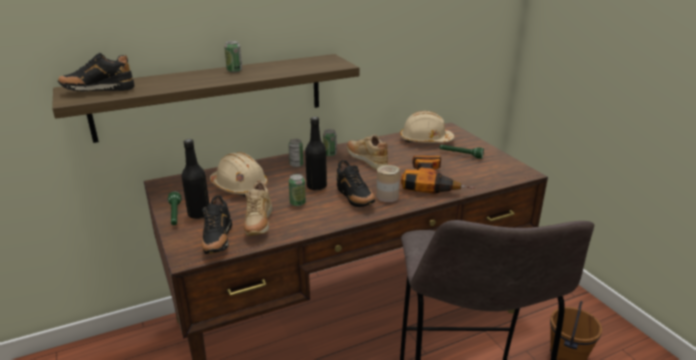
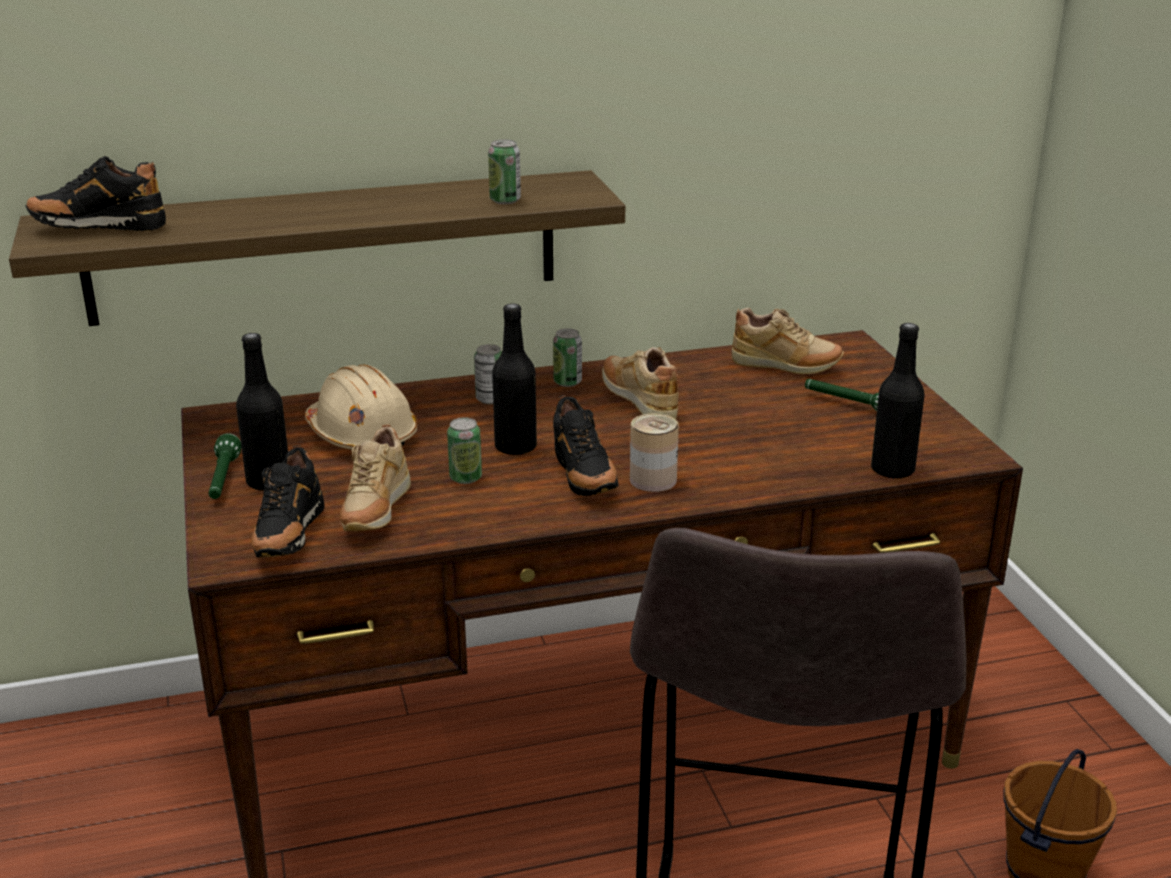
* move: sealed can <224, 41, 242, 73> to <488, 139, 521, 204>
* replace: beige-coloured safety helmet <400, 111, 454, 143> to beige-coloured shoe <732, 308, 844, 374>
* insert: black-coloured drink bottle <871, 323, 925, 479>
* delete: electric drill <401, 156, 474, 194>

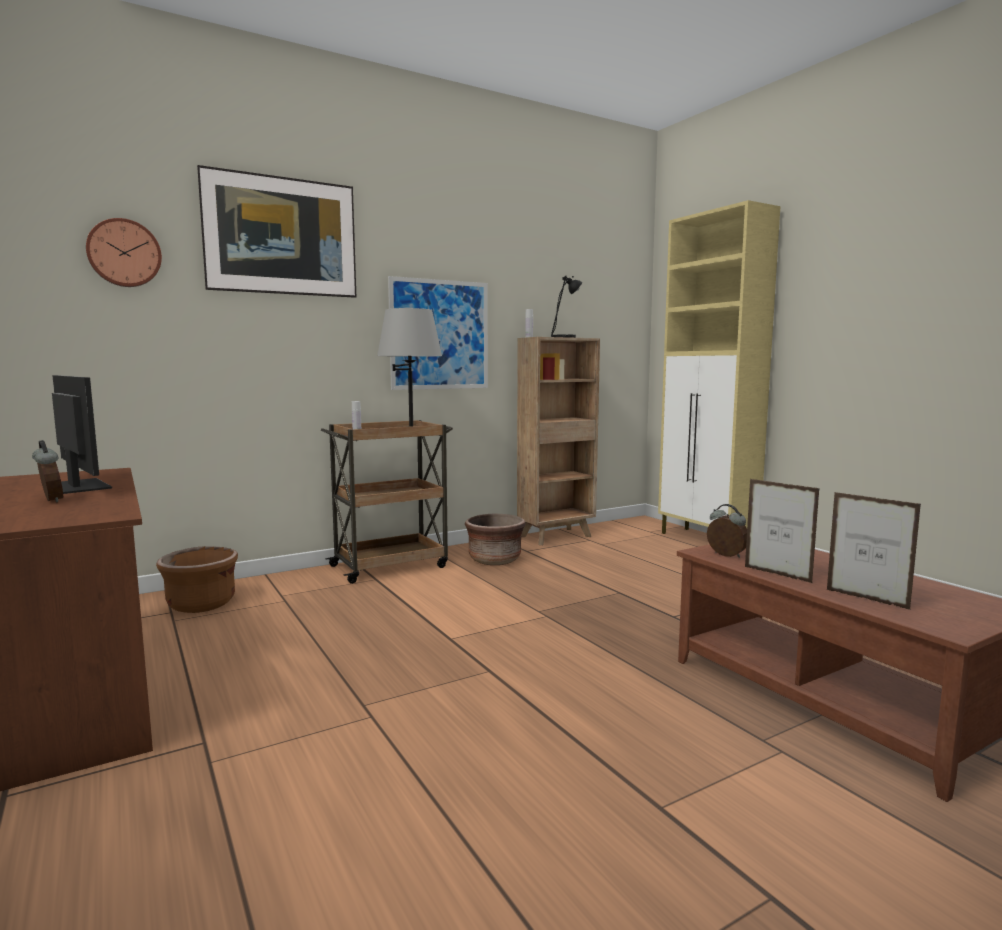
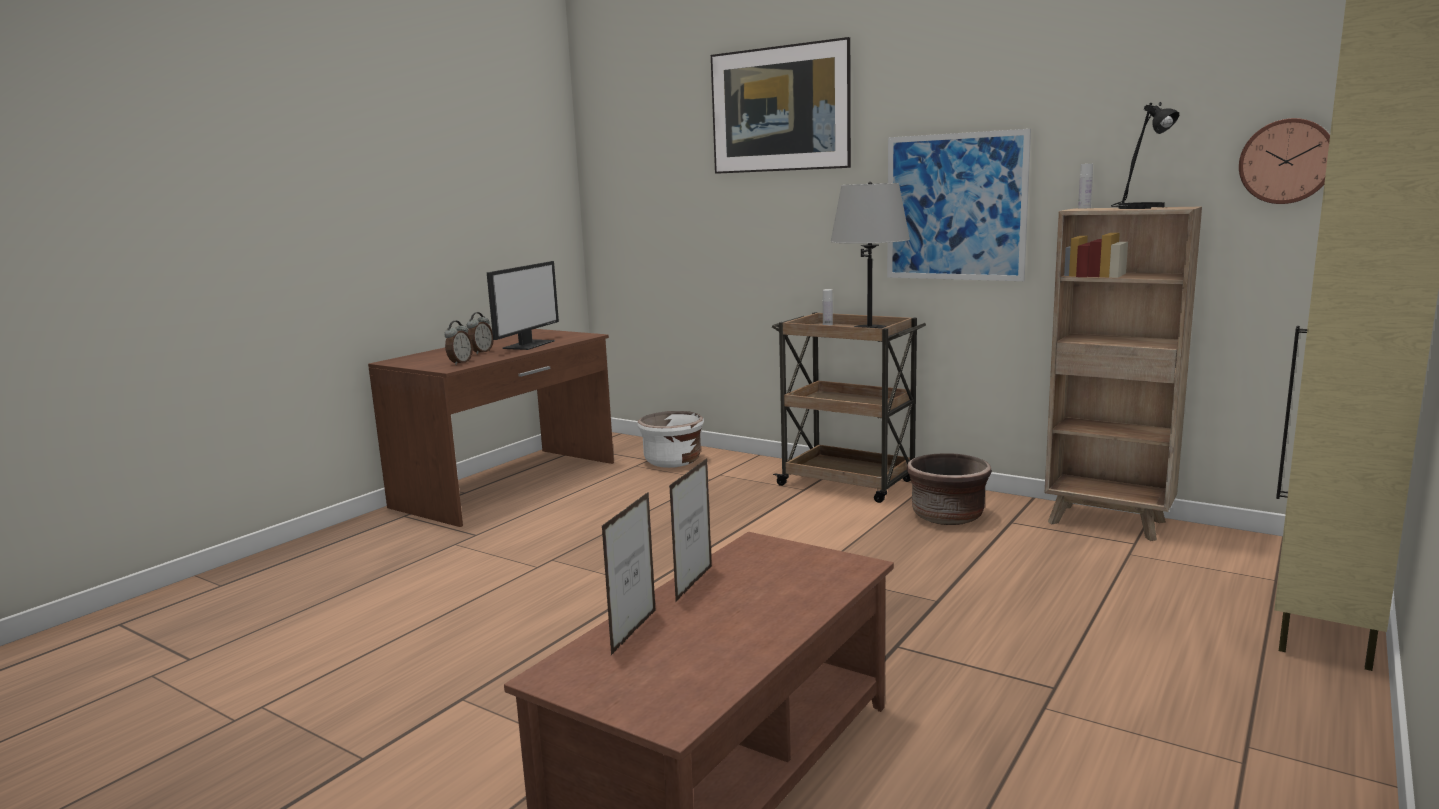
* move: alarm clock <707, 504, 747, 558> to <444, 321, 473, 365>
* recolor: brownish planter <156, 546, 238, 613> to white-coloured planter <637, 411, 704, 468>
* move: hanging clock <86, 218, 162, 287> to <1239, 118, 1330, 204>

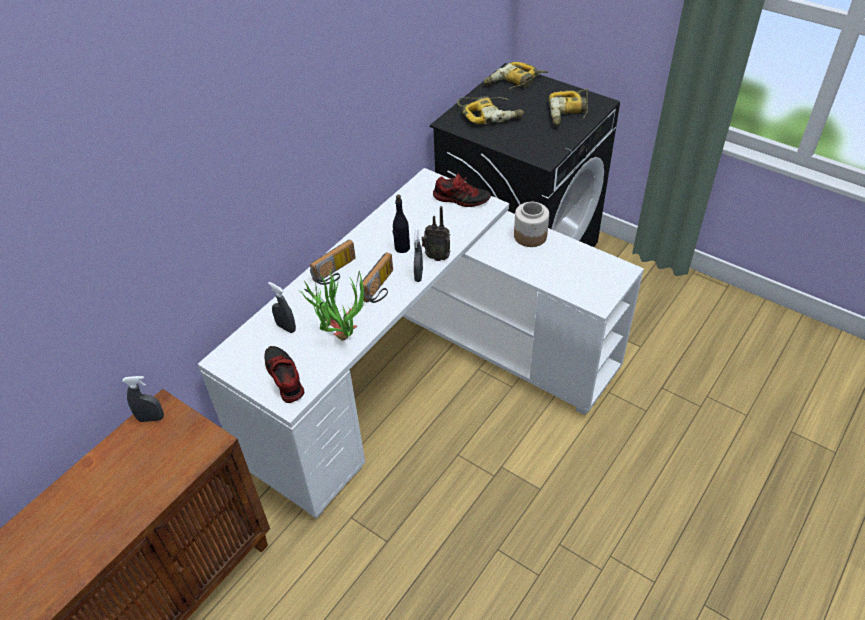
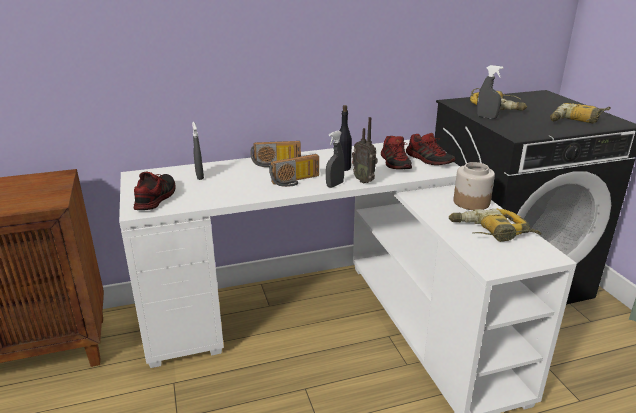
* insert: shoe <381, 136, 412, 169>
* move: electric drill <484, 62, 548, 89> to <449, 208, 542, 242>
* move: greyish sprayer <122, 376, 164, 422> to <477, 65, 503, 119>
* delete: houseplant <298, 270, 367, 340>

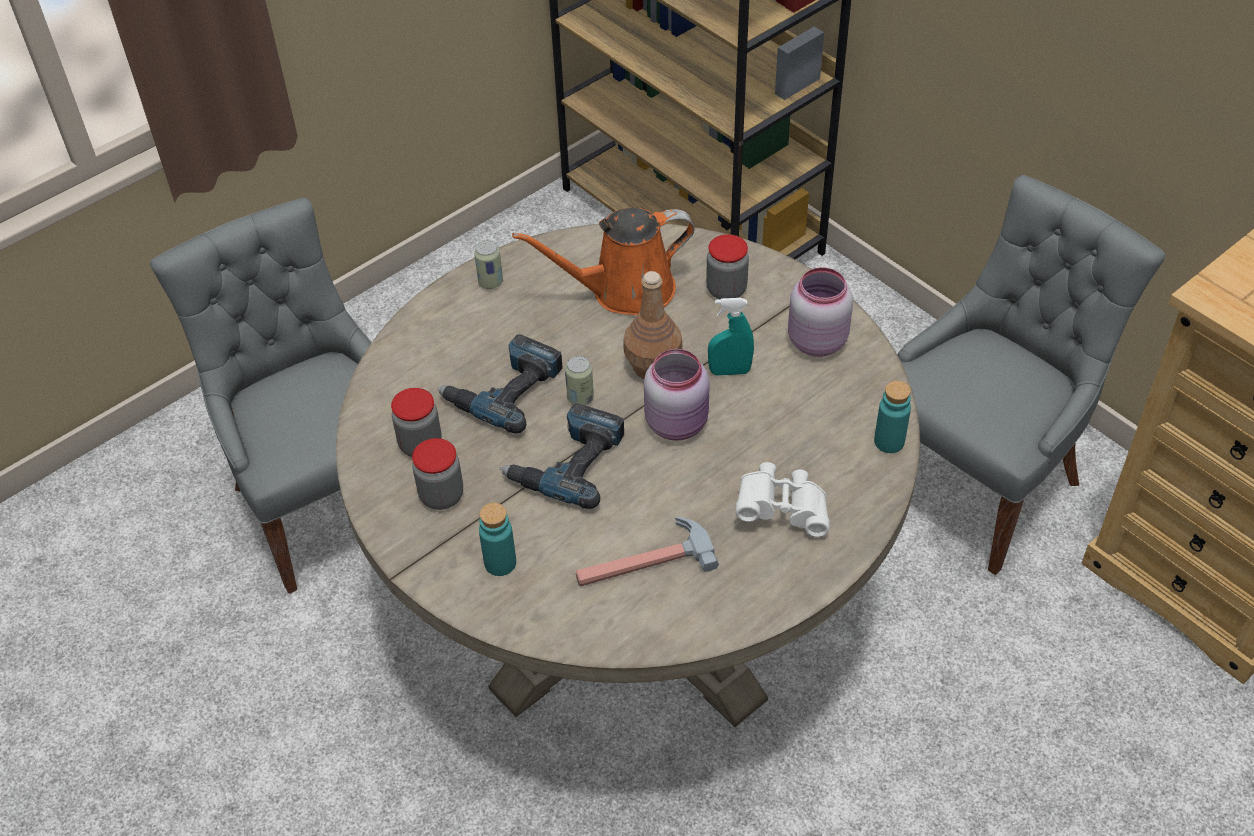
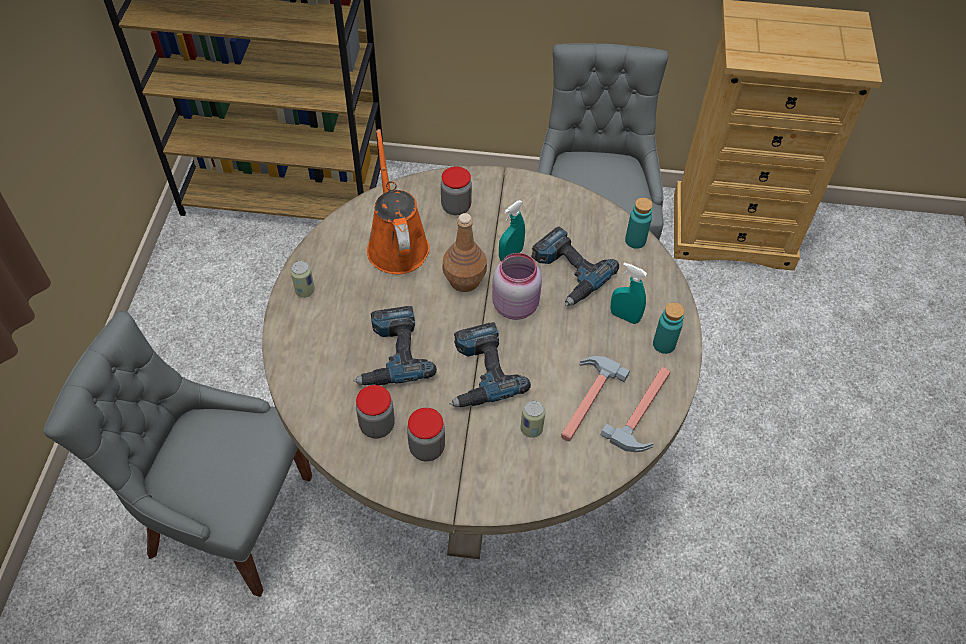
* rotate: orange watering can <512, 208, 695, 315> = <367, 129, 430, 274> 135 degrees clockwise
* move: sealed can <565, 356, 594, 406> to <521, 401, 545, 438>
* insert: electric drill <531, 226, 619, 306>
* insert: hammer <600, 367, 670, 452>
* replace: white-coloured pair of binoculars <736, 462, 830, 537> to turquoise-coloured sprayer <611, 262, 647, 324>
* move: turquoise-coloured drink bottle <479, 503, 516, 576> to <653, 302, 684, 354>
* delete: pink-coloured preserve jar <788, 267, 853, 357>

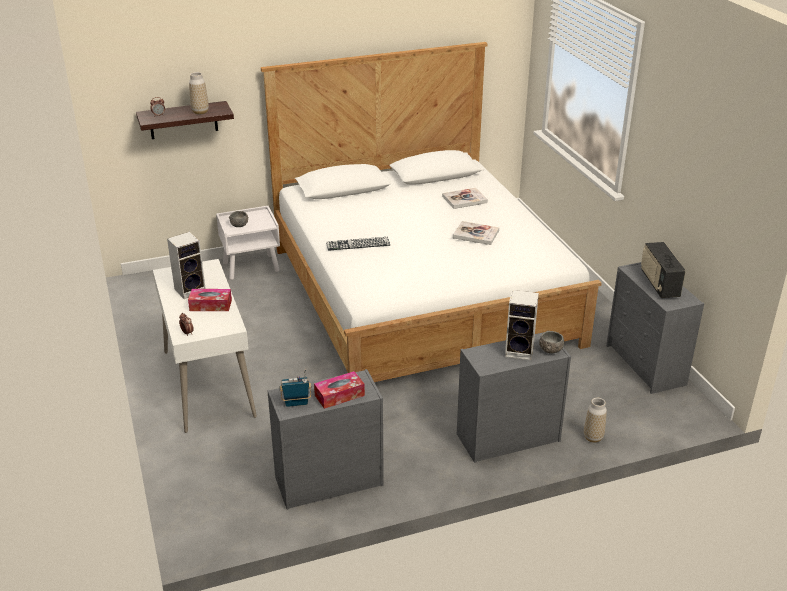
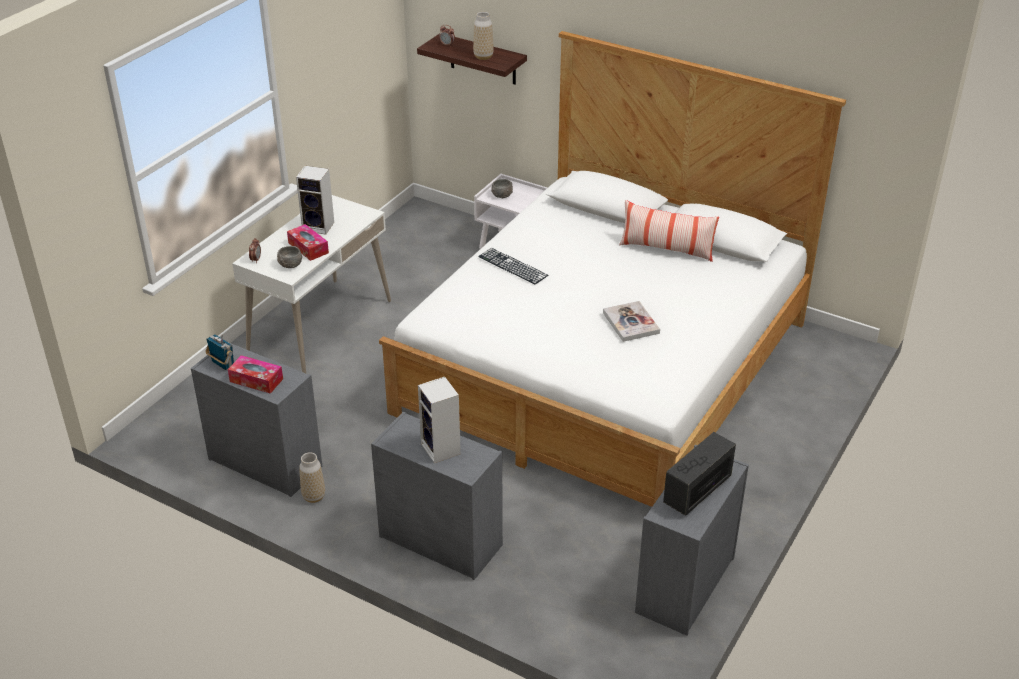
* move: greyish serving bowl <539, 331, 564, 354> to <277, 246, 302, 268>
* move: vase <584, 398, 607, 443> to <299, 452, 325, 503>
* insert: pillow <619, 200, 719, 262>
* delete: book <442, 188, 488, 209>

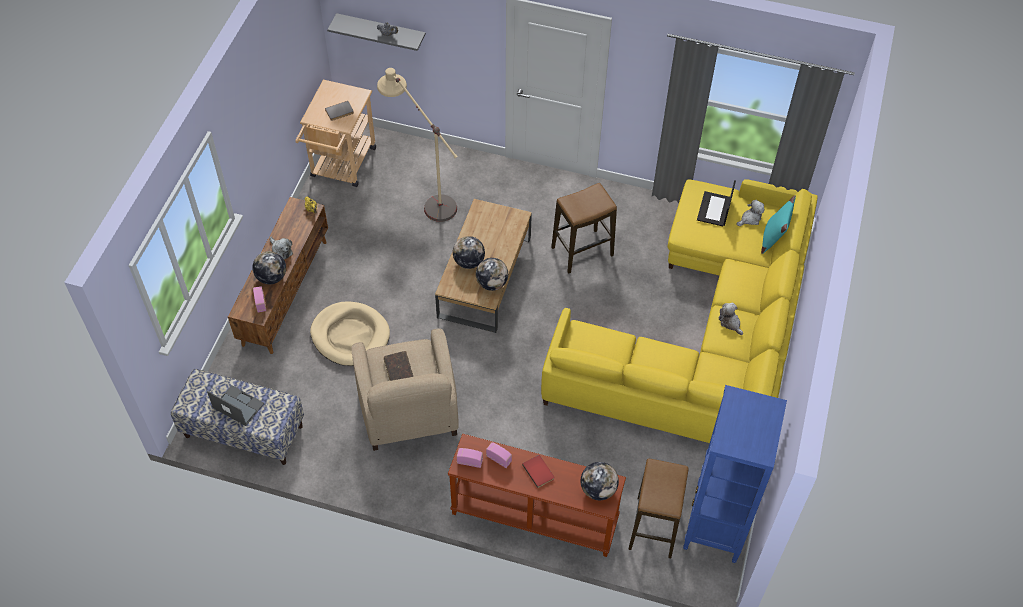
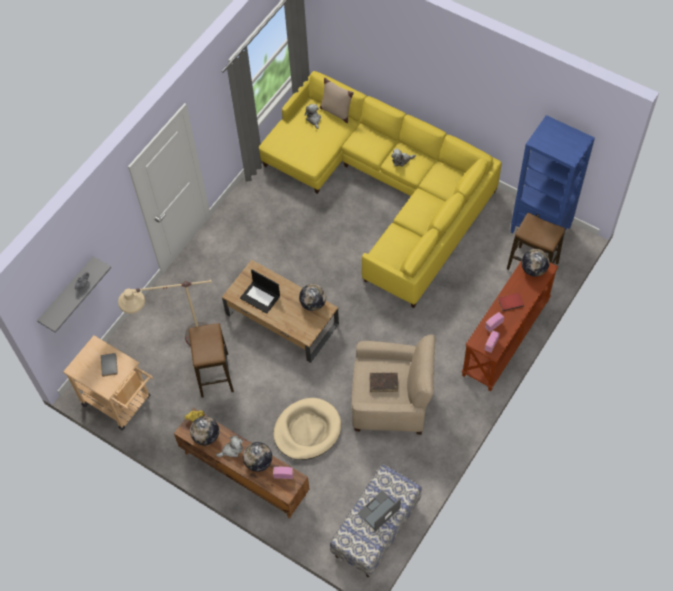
* move: sitting stool <551, 183, 617, 274> to <189, 323, 234, 397>
* move: desk globe <453, 236, 485, 269> to <190, 416, 219, 445>
* move: notebook computer <697, 180, 736, 226> to <240, 269, 280, 314>
* recolor: turquoise-coloured pillow <761, 195, 796, 254> to beige-coloured pillow <320, 77, 354, 123>

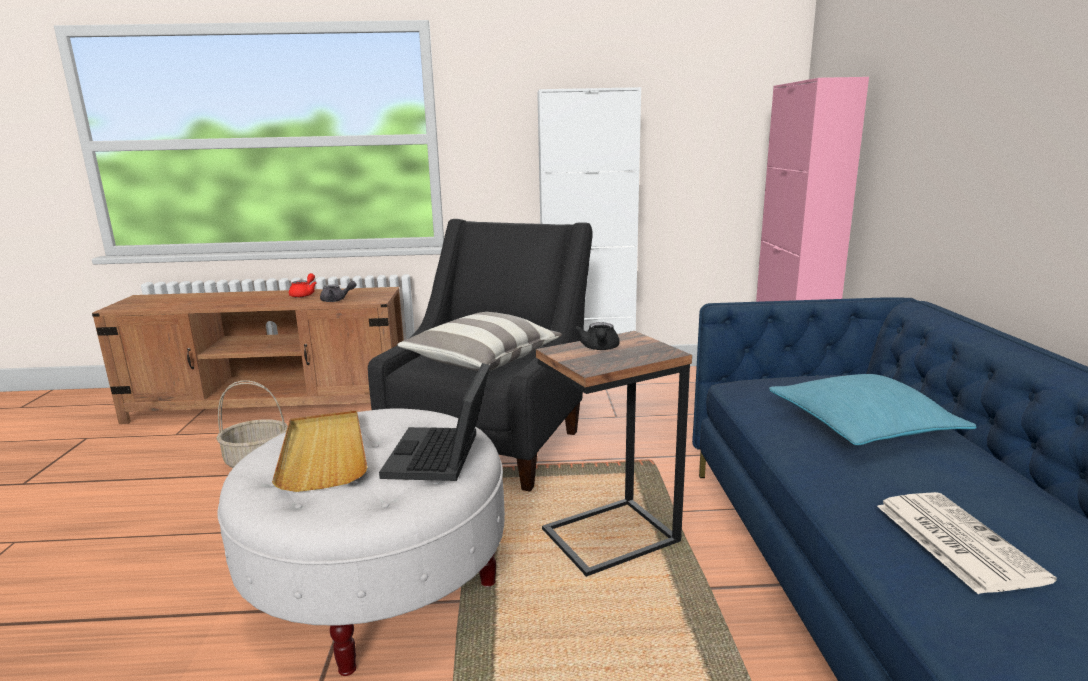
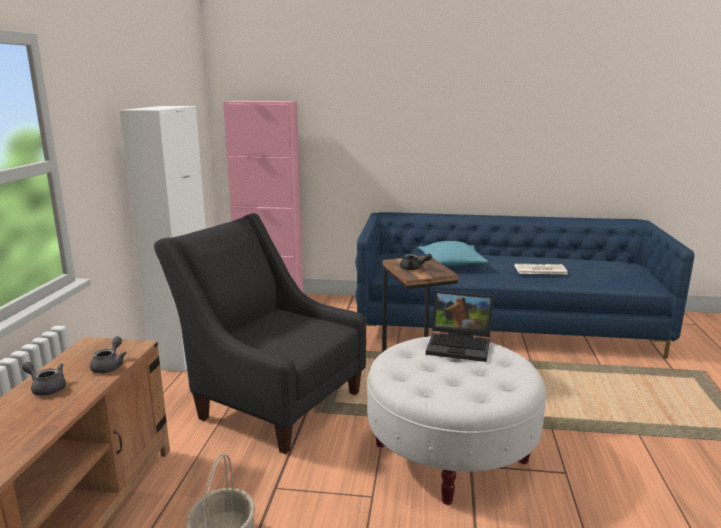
* recolor: reddish tea pot <289, 273, 317, 298> to greyish tea pot <22, 362, 66, 396>
* delete: beige-coloured carrying tray <272, 410, 367, 492>
* delete: pillow <397, 312, 562, 371>

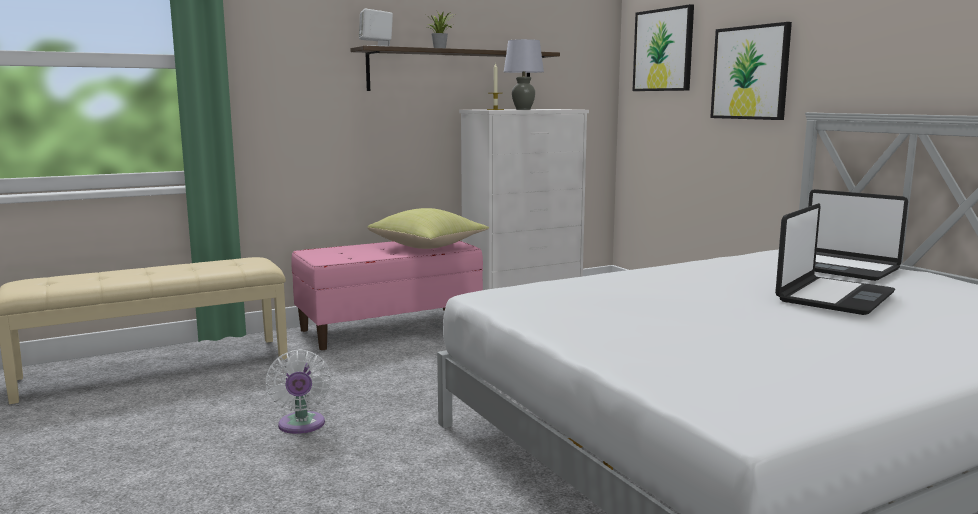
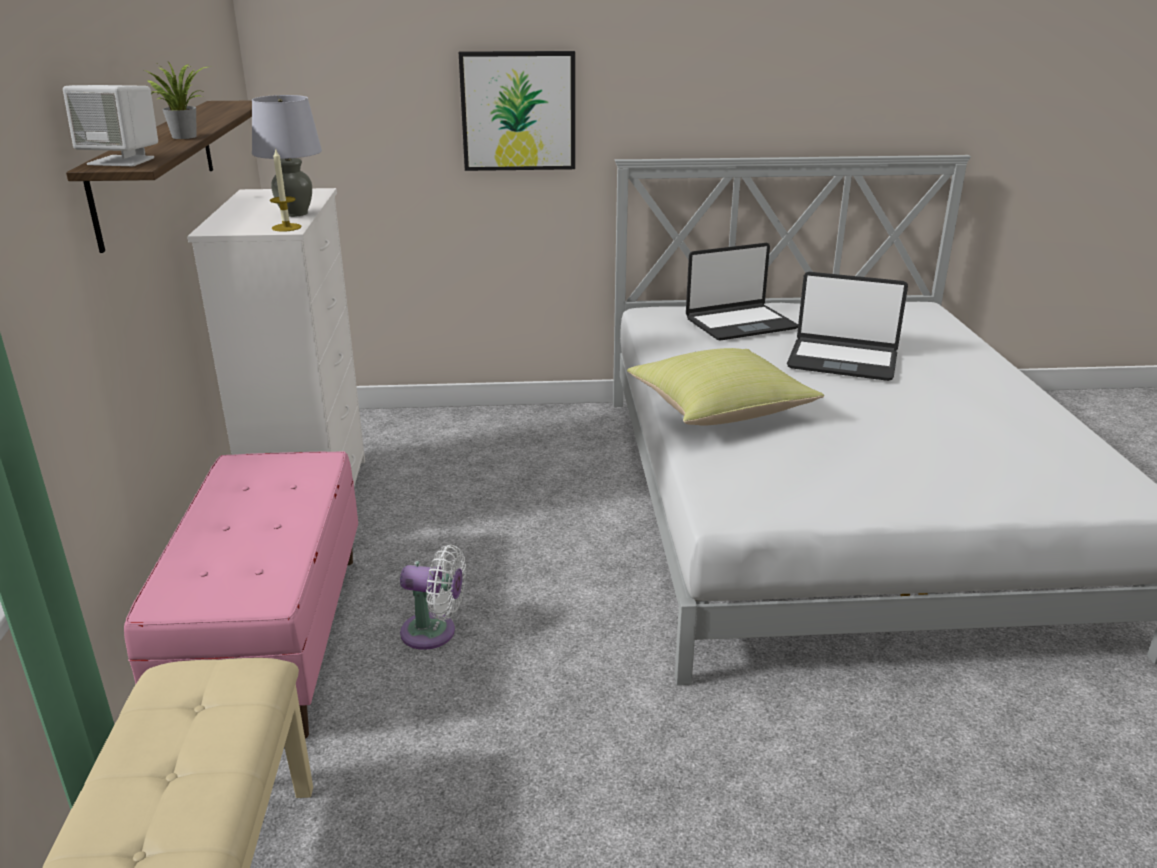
* move: white-coloured cooling fan <265, 350, 332, 434> to <400, 545, 466, 650>
* move: yellowish pillow <367, 208, 489, 249> to <627, 348, 824, 426>
* rotate: notebook computer <775, 203, 895, 315> = <787, 272, 908, 381> 135 degrees clockwise
* delete: picture <633, 4, 694, 91>

